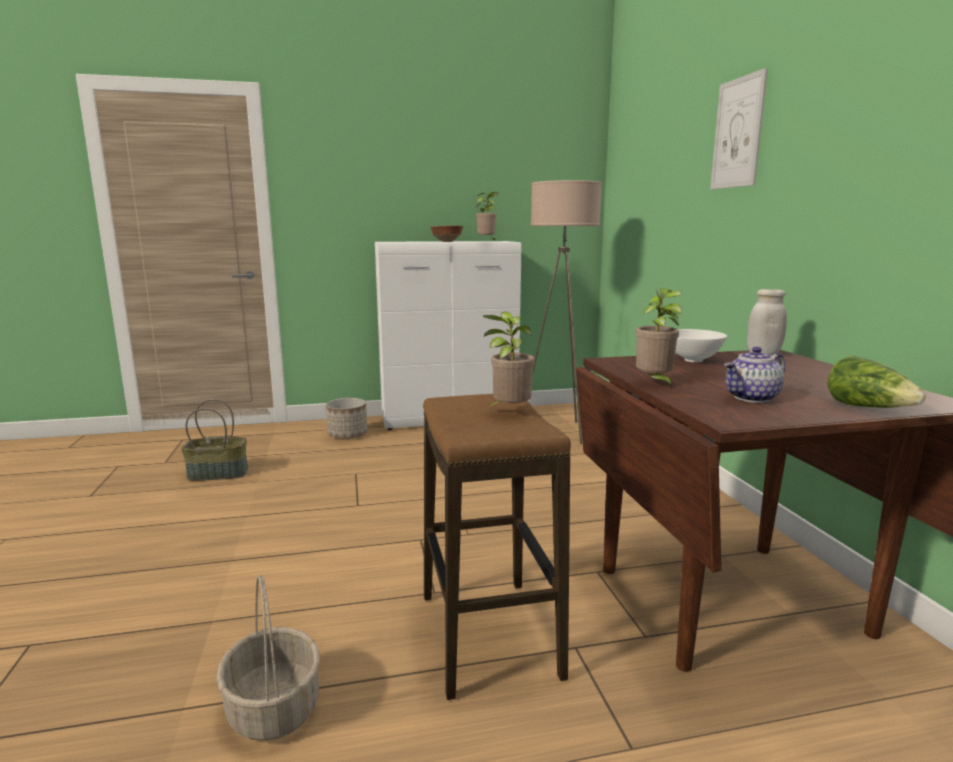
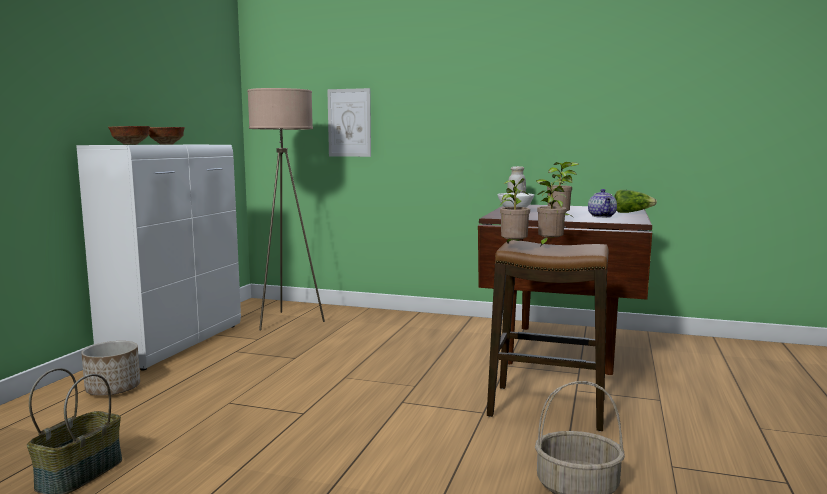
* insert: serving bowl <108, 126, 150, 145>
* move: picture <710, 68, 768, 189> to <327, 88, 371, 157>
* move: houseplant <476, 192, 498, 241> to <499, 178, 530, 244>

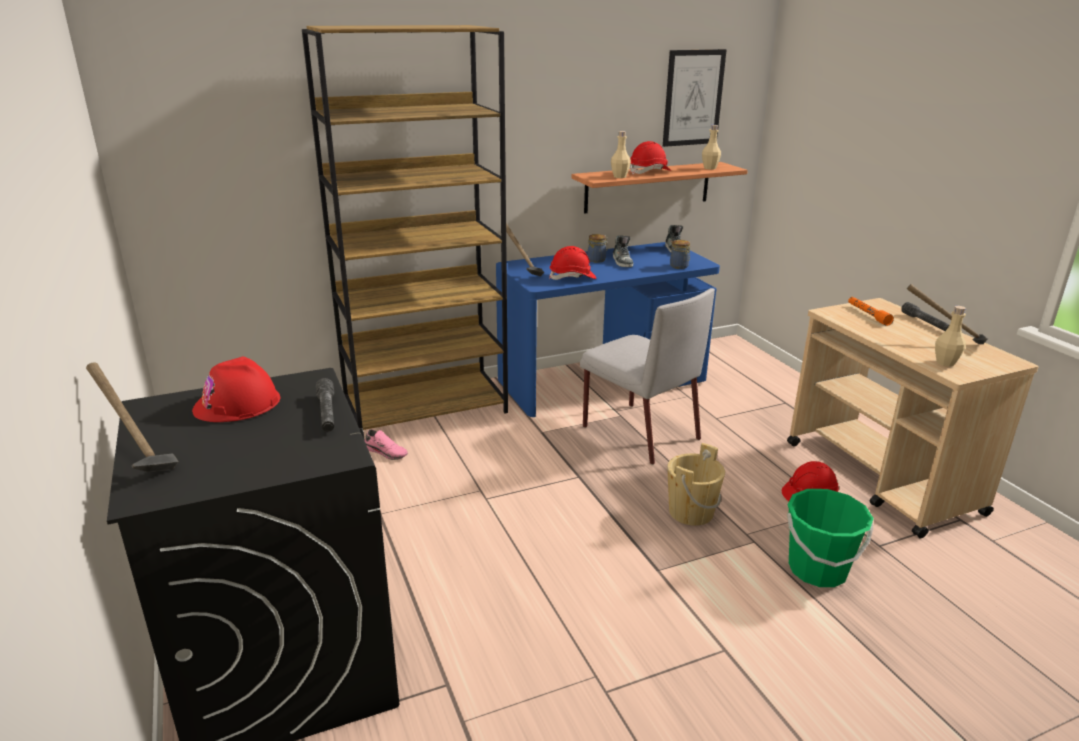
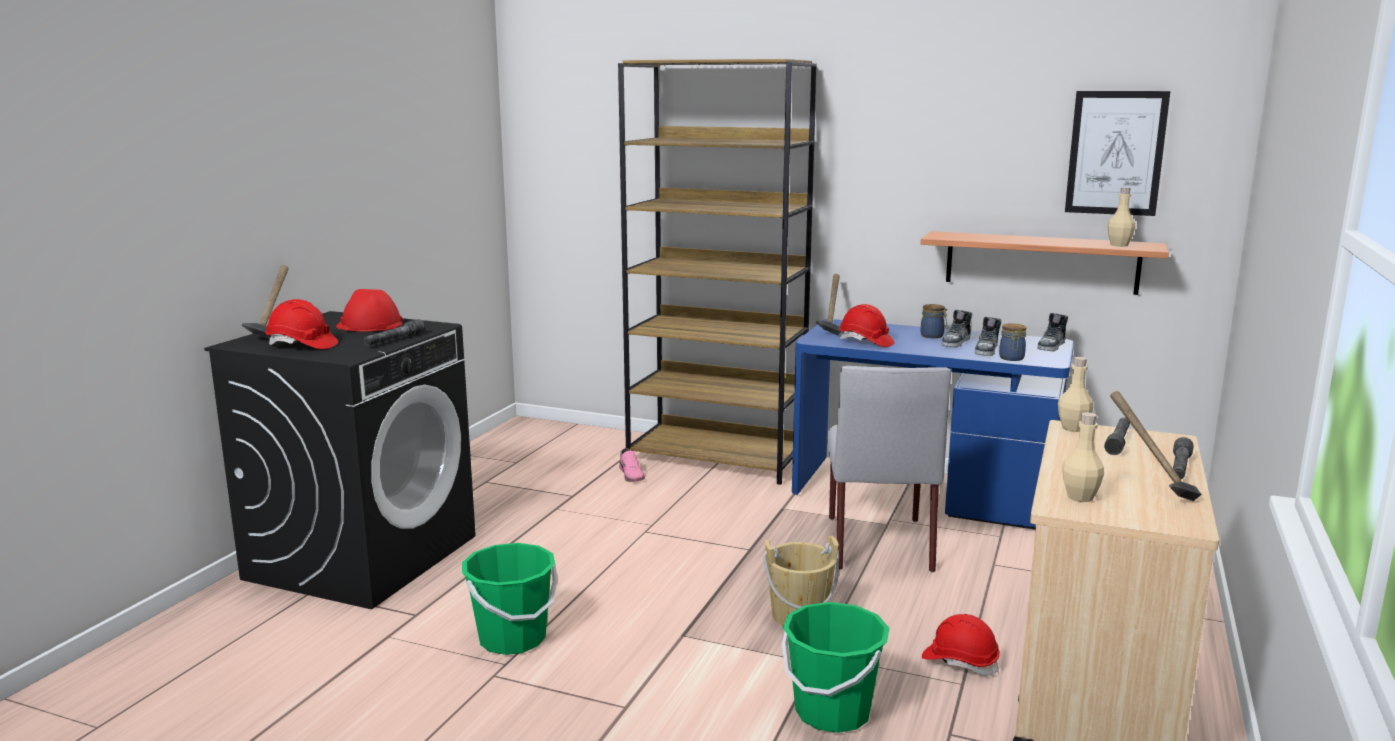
* move: reddish safety helmet <630, 141, 671, 175> to <266, 299, 338, 349>
* insert: greenish bucket <462, 543, 558, 655>
* insert: shoe <975, 317, 1001, 356>
* move: beige-coloured drink bottle <611, 131, 631, 178> to <1058, 357, 1093, 432>
* recolor: orange hand torch <848, 297, 894, 326> to greyish hand torch <1104, 417, 1130, 455>

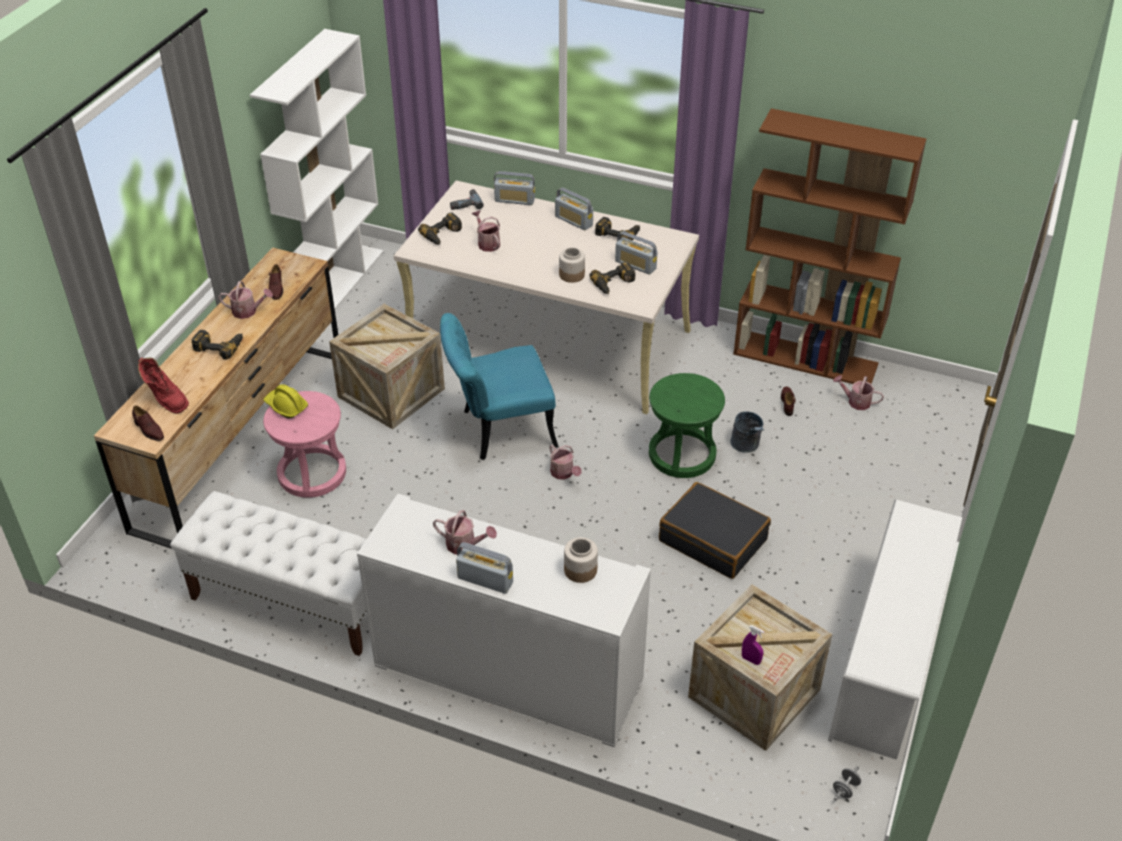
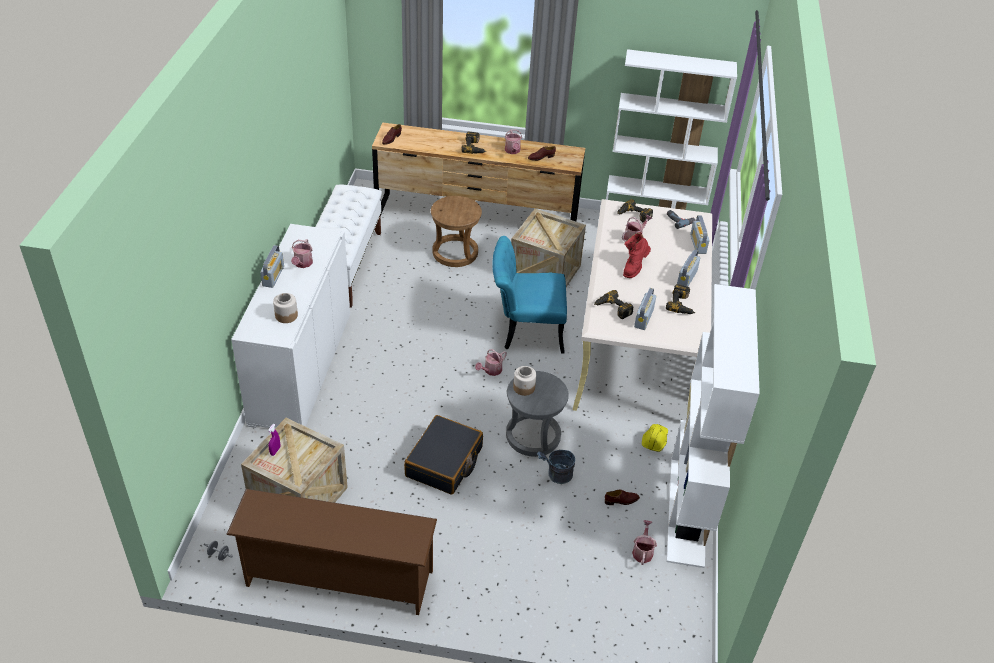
* recolor: white-coloured shoe shelf <828, 499, 963, 760> to brownish shoe shelf <226, 489, 437, 615>
* recolor: pink-coloured sitting stool <263, 391, 346, 498> to brownish sitting stool <431, 196, 482, 267>
* rotate: turquoise-coloured plain chair <440, 313, 559, 460> = <492, 236, 567, 354> 60 degrees counterclockwise
* recolor: greenish sitting stool <649, 373, 725, 478> to greyish sitting stool <506, 371, 569, 457>
* move: preserve jar <559, 247, 585, 283> to <513, 366, 536, 396>
* move: reddish high-top boot <138, 357, 189, 414> to <623, 232, 651, 278>
* move: yellowish safety helmet <263, 384, 308, 419> to <642, 424, 668, 452>
* recolor: brownish bookcase <733, 108, 927, 384> to white-coloured bookcase <667, 284, 760, 568>

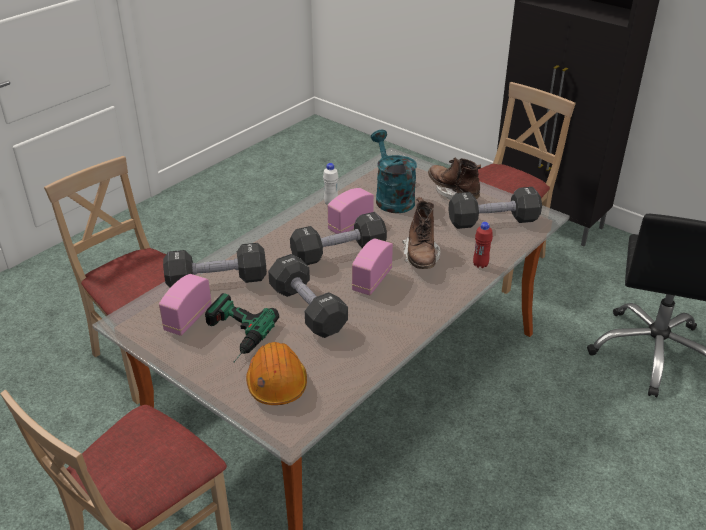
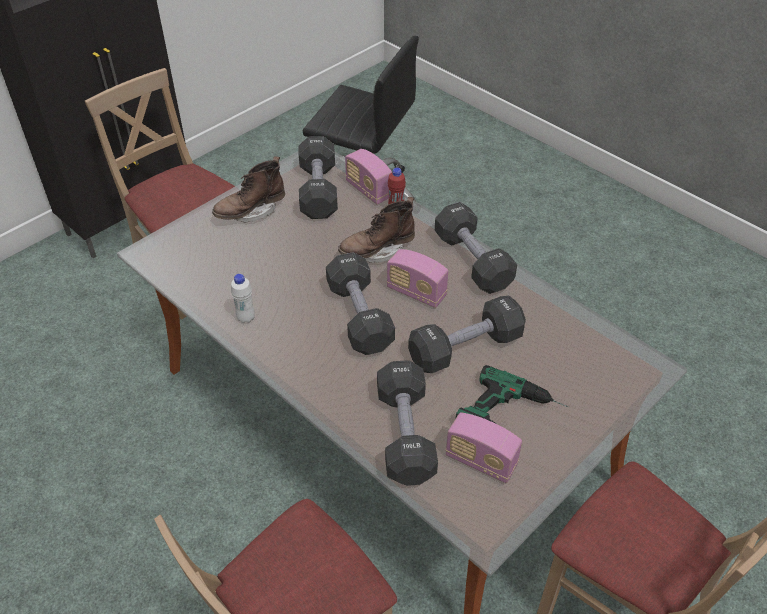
* rotate: brownish high-top boot <402, 197, 441, 269> = <338, 197, 415, 263> 150 degrees clockwise
* move: radio receiver <327, 188, 374, 234> to <345, 149, 392, 204>
* insert: black-coloured hand weight <435, 202, 517, 294>
* delete: orange safety helmet <246, 342, 307, 405>
* delete: turquoise-coloured watering can <371, 130, 417, 213>

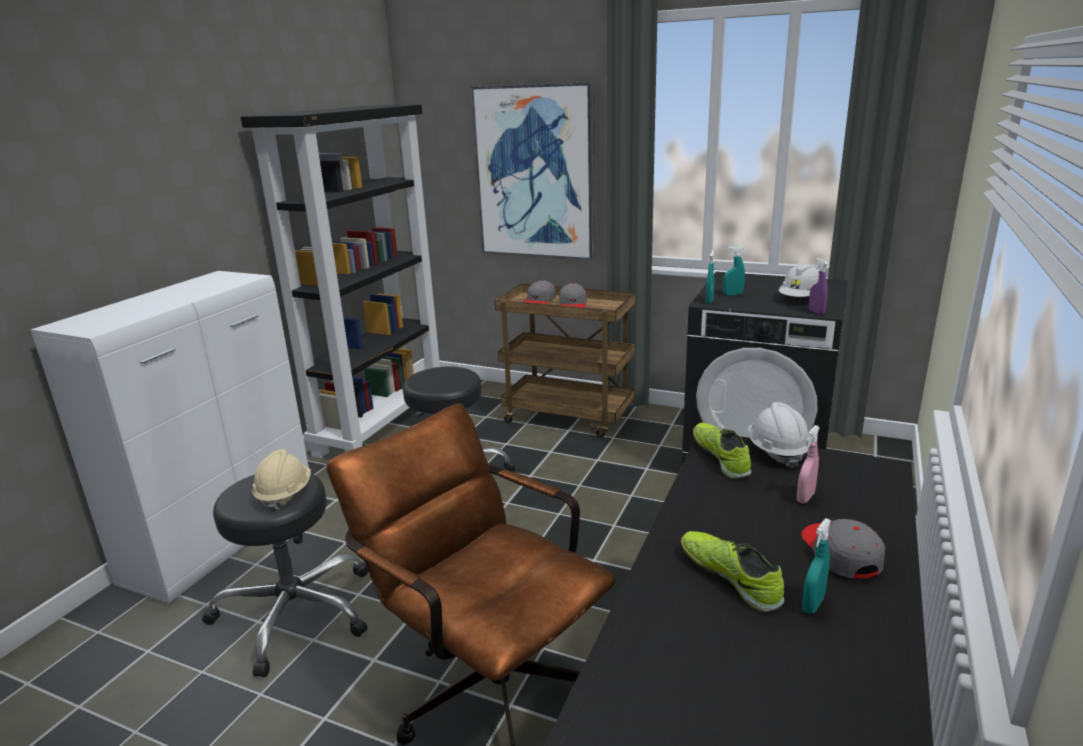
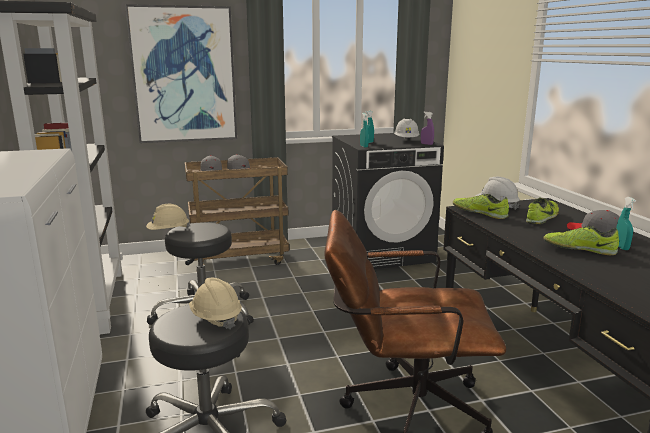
* insert: beige-coloured safety helmet <146, 204, 190, 230>
* replace: pink-coloured sprayer <797, 425, 820, 504> to shoe <526, 197, 559, 224>

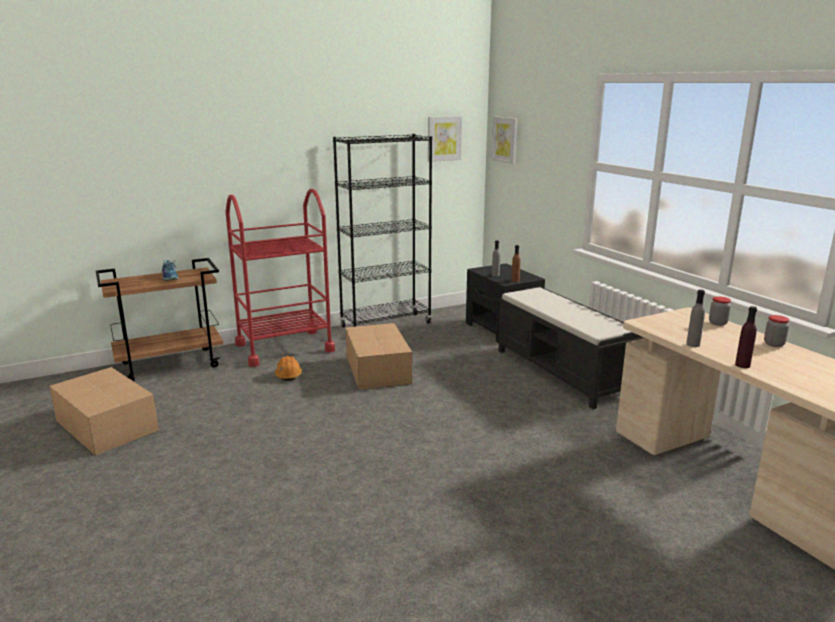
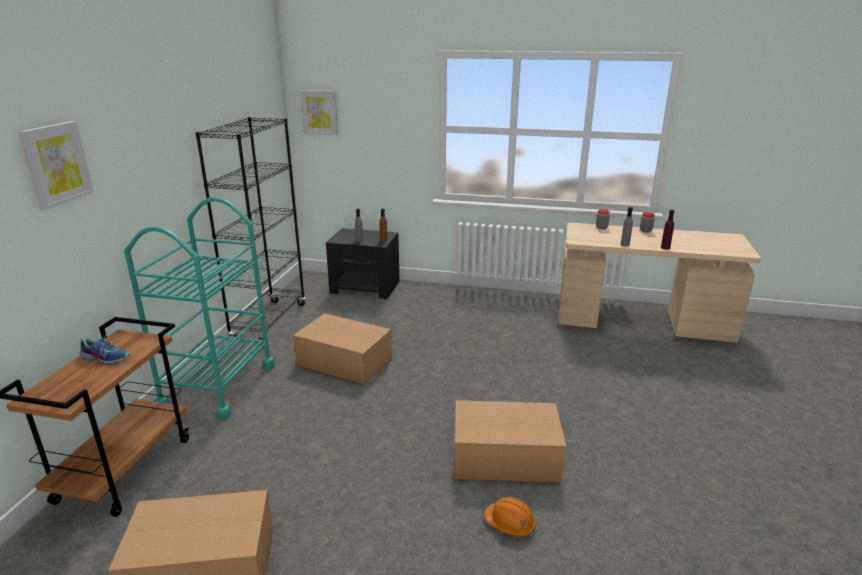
* move: picture <428, 116, 462, 162> to <19, 121, 94, 210>
* recolor: reddish trolley <225, 189, 335, 367> to turquoise-coloured trolley <124, 197, 275, 420>
* insert: packing box <454, 400, 566, 483>
* move: orange safety helmet <275, 356, 302, 381> to <484, 497, 536, 536>
* delete: black-coloured bench <498, 286, 644, 409>

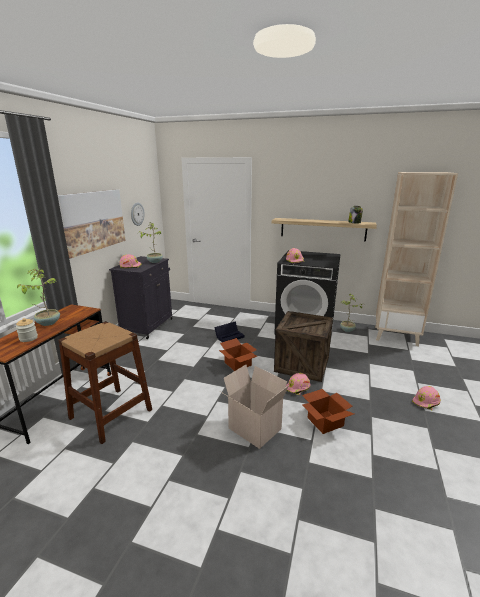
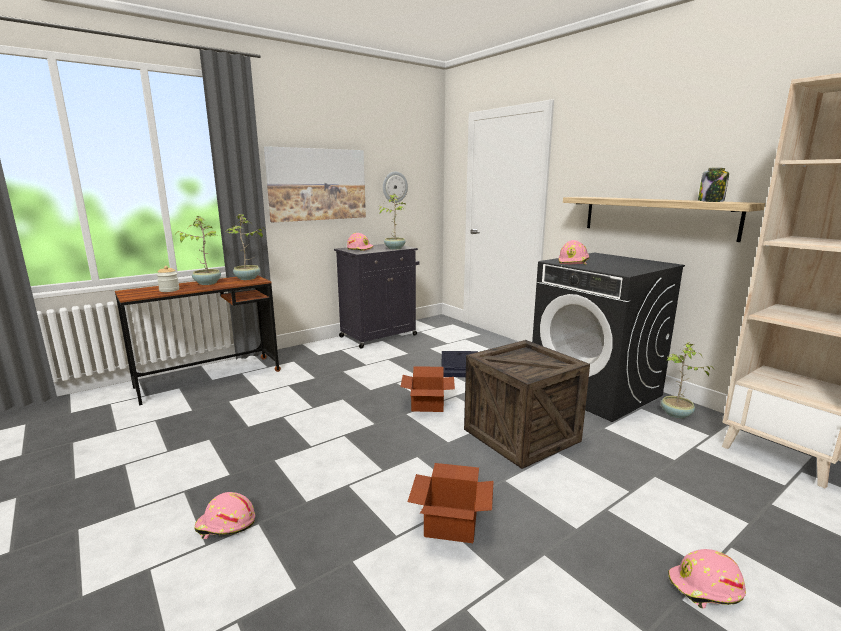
* move: pink-coloured safety helmet <286, 373, 311, 395> to <194, 492, 255, 539>
* insert: houseplant <226, 214, 266, 280>
* delete: brownish sitting stool <58, 321, 152, 444>
* delete: packing box <219, 365, 289, 449>

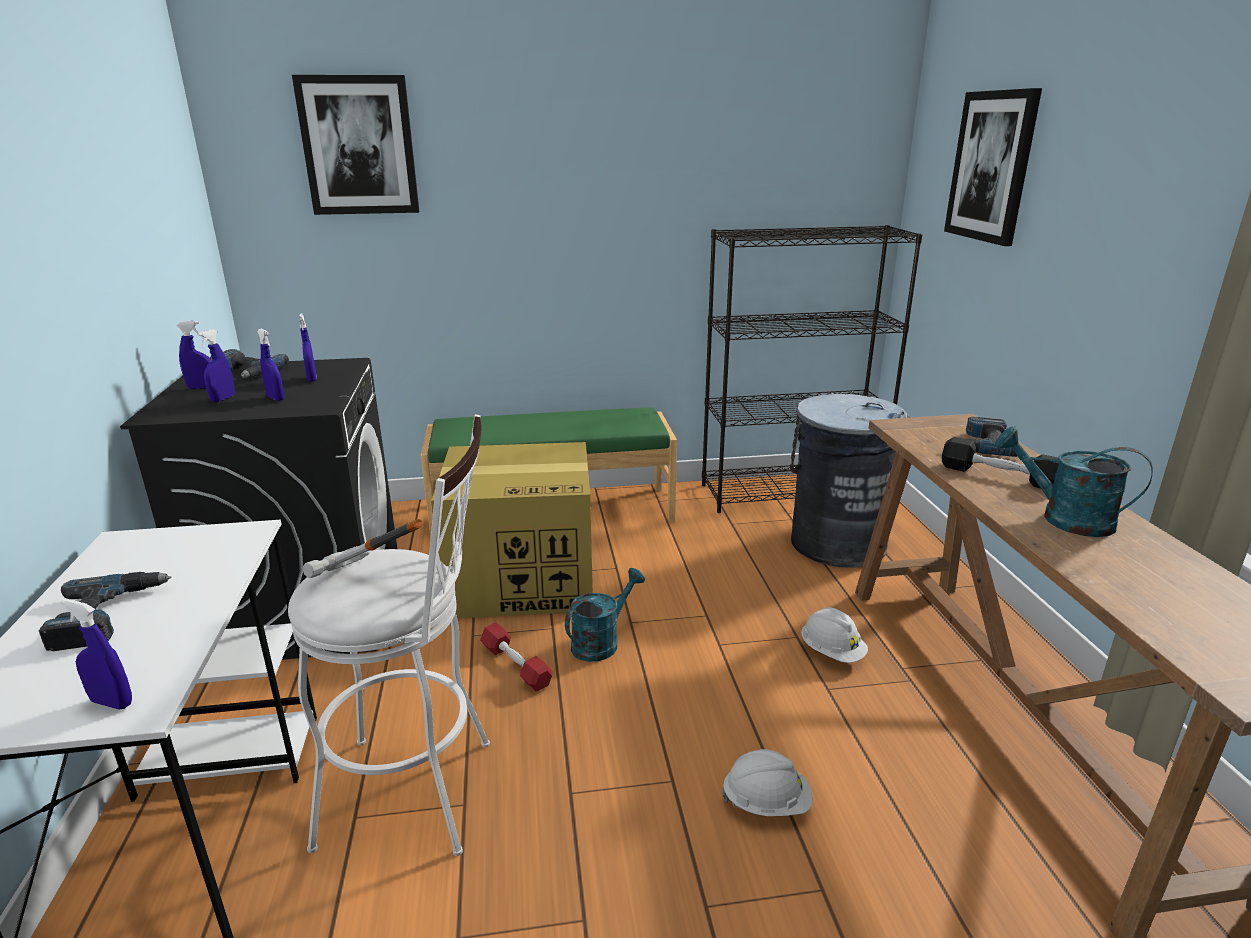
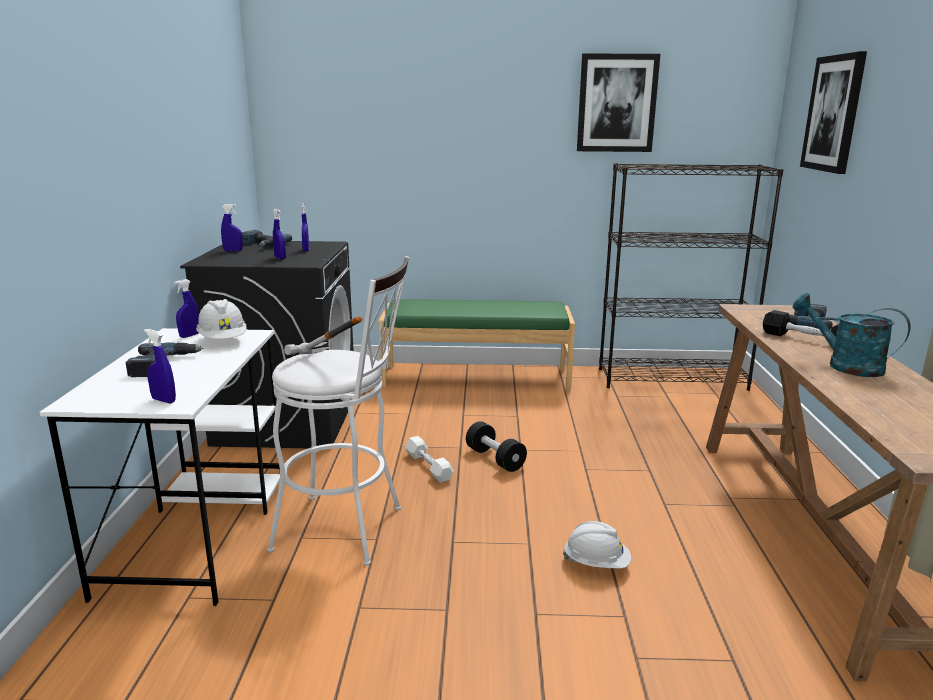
* move: blue-coloured sprayer <197, 329, 235, 402> to <174, 279, 199, 338>
* move: white-coloured safety helmet <801, 607, 868, 663> to <196, 299, 247, 339>
* recolor: reddish hand weight <480, 622, 553, 691> to white-coloured hand weight <405, 436, 454, 483>
* replace: turquoise-coloured watering can <565, 568, 645, 662> to black-coloured hand weight <466, 421, 527, 472>
* move: picture <292, 75, 419, 215> to <577, 53, 660, 152>
* delete: packing box <431, 442, 593, 618>
* delete: greyish trash can <790, 394, 910, 568>

